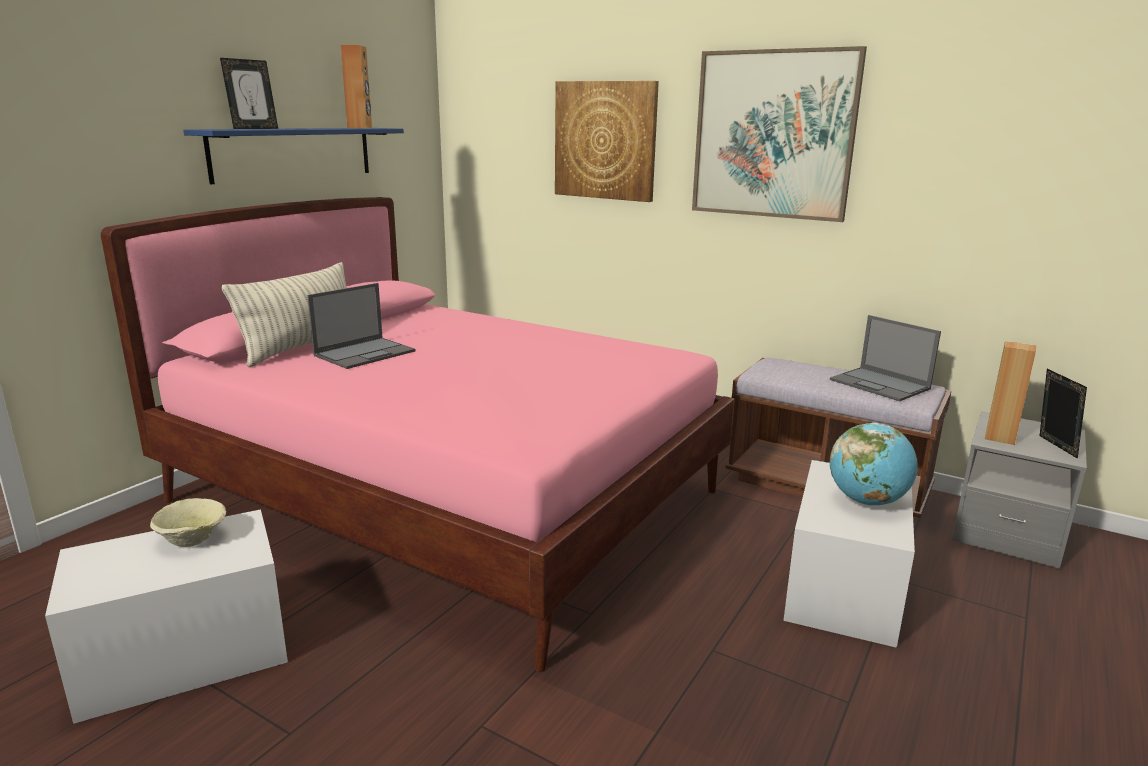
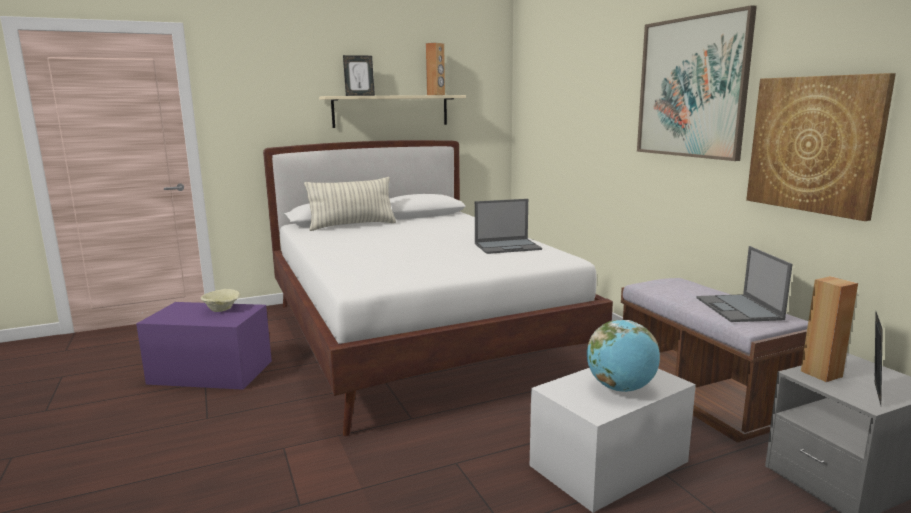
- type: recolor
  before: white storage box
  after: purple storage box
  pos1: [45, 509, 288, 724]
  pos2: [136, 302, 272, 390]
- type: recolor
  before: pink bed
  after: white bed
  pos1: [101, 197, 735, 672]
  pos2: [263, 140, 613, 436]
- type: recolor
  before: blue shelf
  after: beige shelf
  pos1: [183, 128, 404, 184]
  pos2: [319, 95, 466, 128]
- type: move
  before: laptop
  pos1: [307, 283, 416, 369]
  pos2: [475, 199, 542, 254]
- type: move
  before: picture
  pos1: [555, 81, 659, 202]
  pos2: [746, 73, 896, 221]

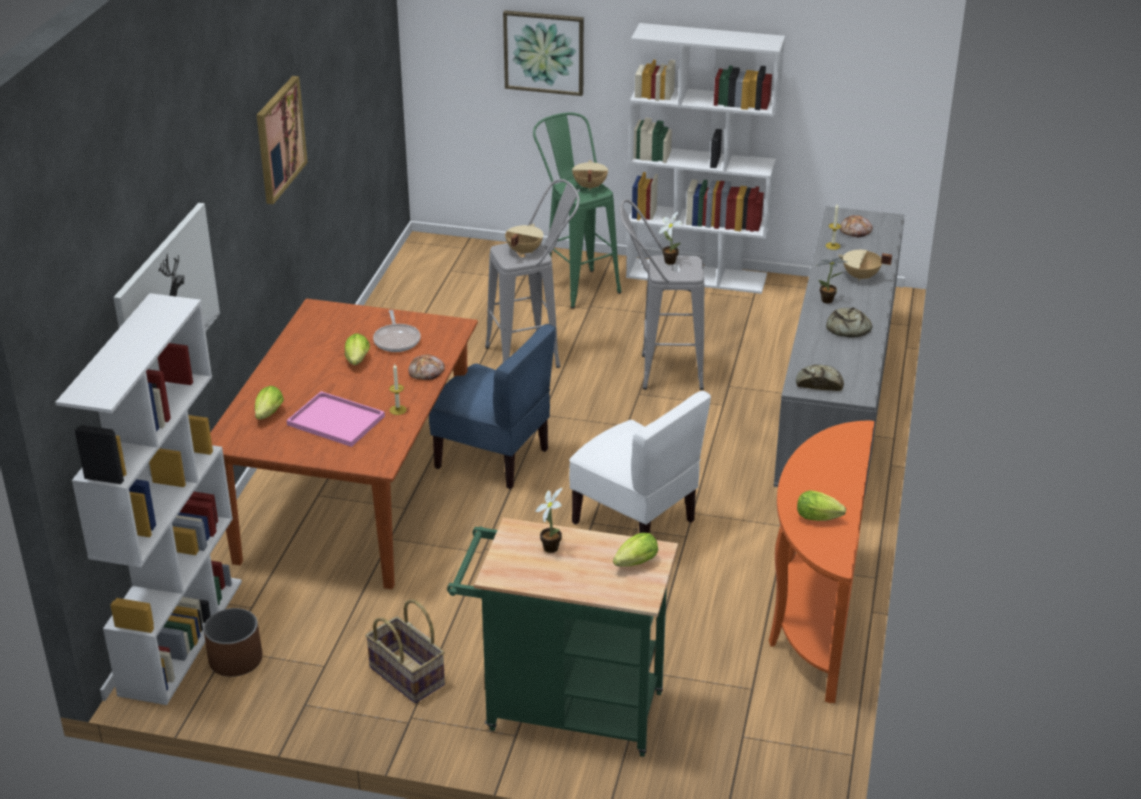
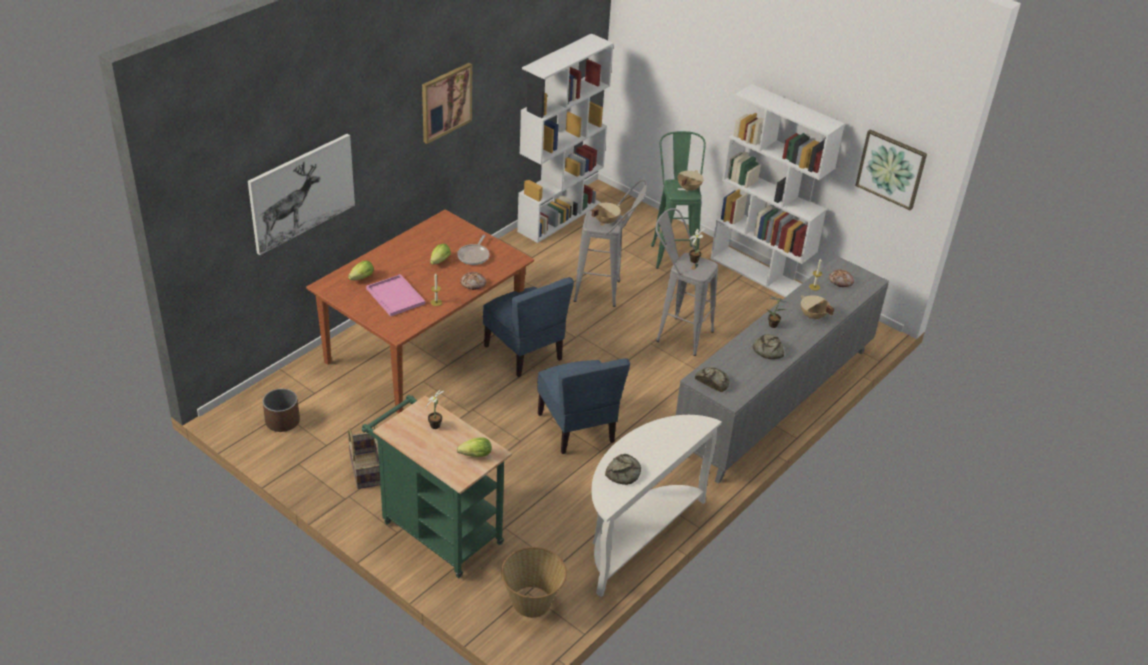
- type: move
  before: white bookcase
  pos1: [55, 293, 242, 705]
  pos2: [517, 33, 614, 243]
- type: move
  before: picture
  pos1: [503, 10, 584, 96]
  pos2: [855, 129, 927, 210]
- type: recolor
  before: white chair
  after: blue chair
  pos1: [569, 391, 711, 533]
  pos2: [537, 358, 630, 454]
- type: recolor
  before: orange console table
  after: white console table
  pos1: [769, 421, 875, 703]
  pos2: [591, 415, 722, 597]
- type: replace
  before: lettuce
  after: bread
  pos1: [797, 490, 846, 521]
  pos2: [605, 454, 641, 485]
- type: insert
  after: basket
  pos2: [501, 547, 567, 618]

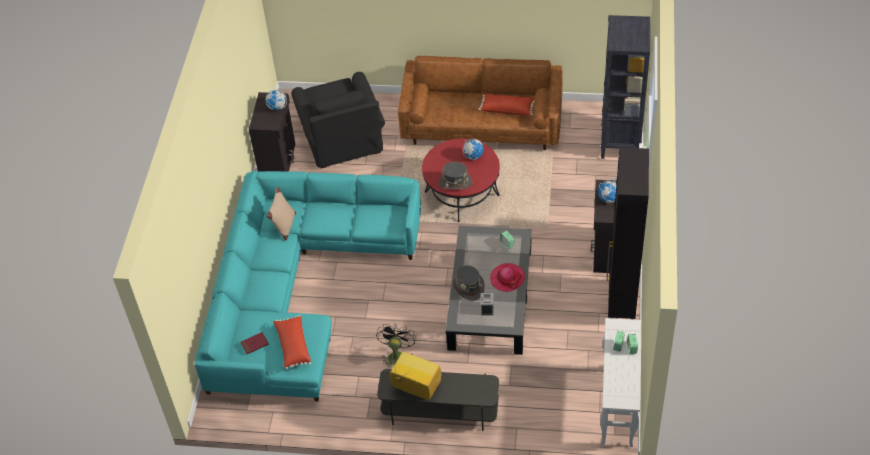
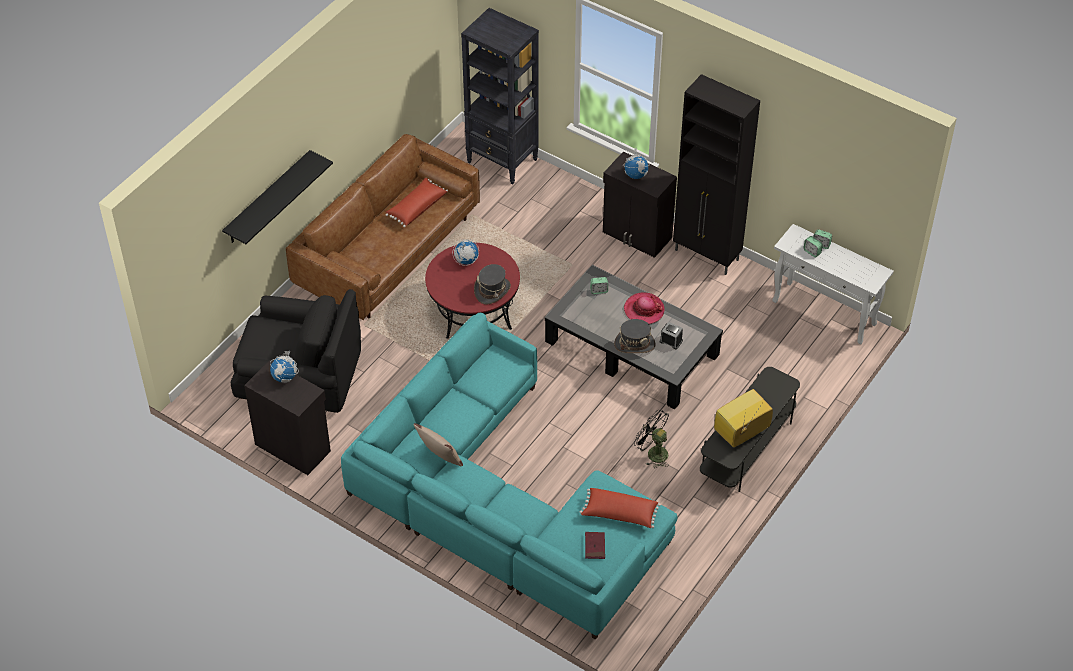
- type: insert
  after: black shelf
  pos2: [222, 150, 333, 244]

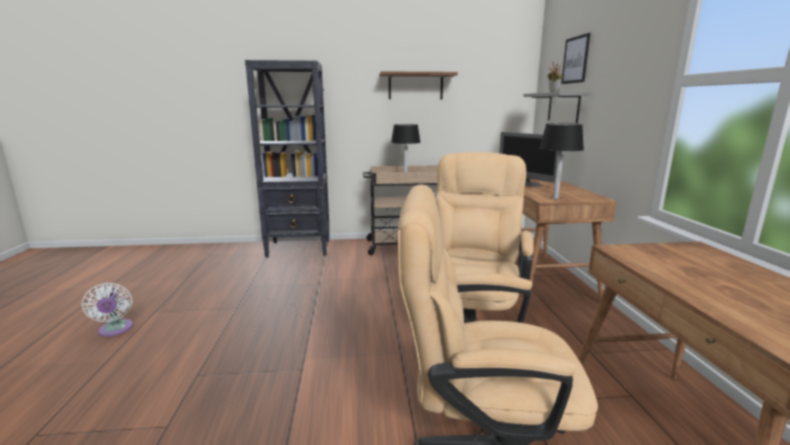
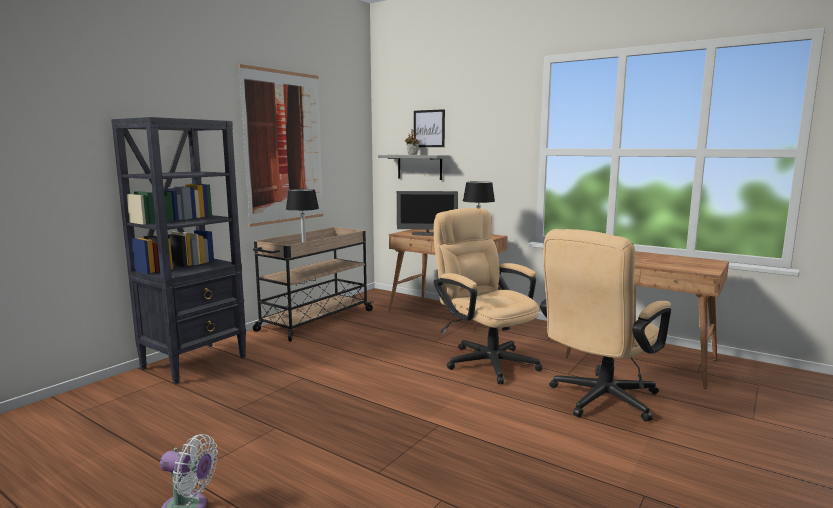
- type: replace
  before: brown shelf
  after: picture
  pos1: [379, 71, 458, 99]
  pos2: [239, 64, 323, 227]

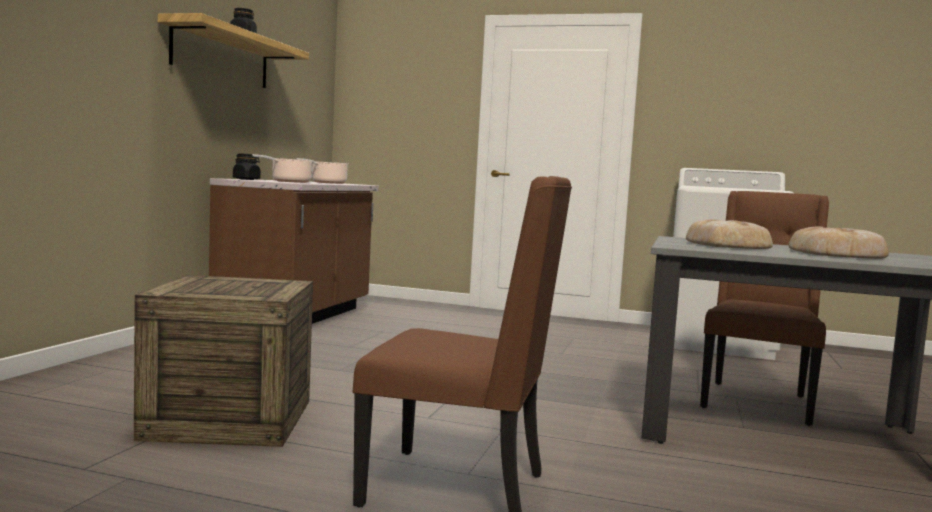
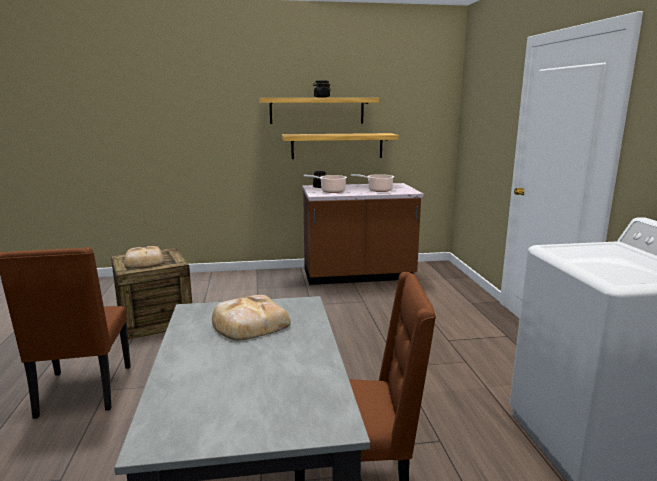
- type: move
  before: bread
  pos1: [788, 227, 889, 259]
  pos2: [124, 246, 164, 268]
- type: insert
  after: shelf
  pos2: [282, 133, 399, 159]

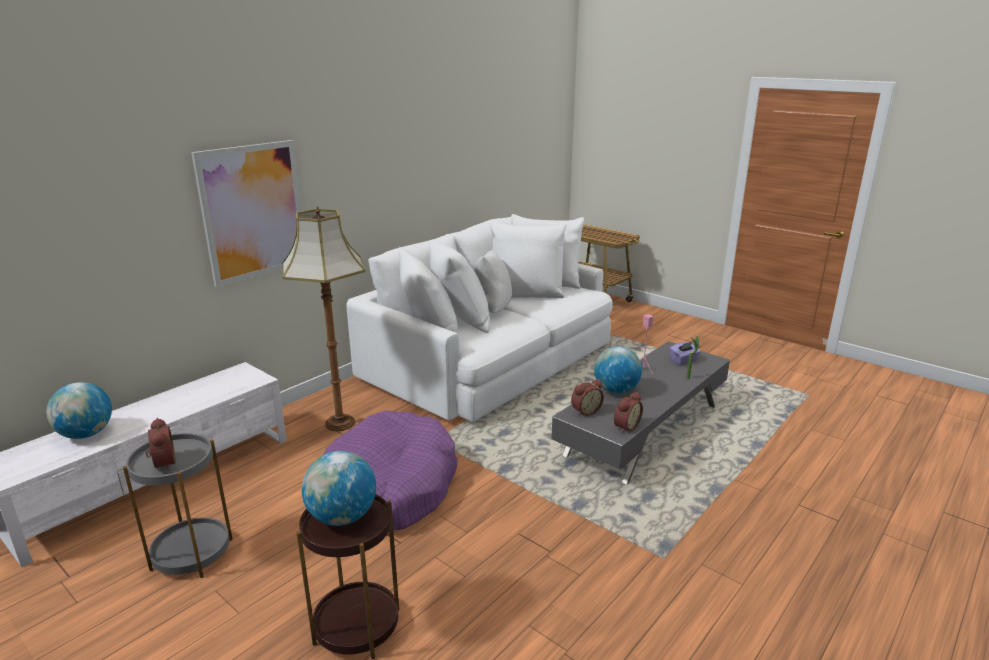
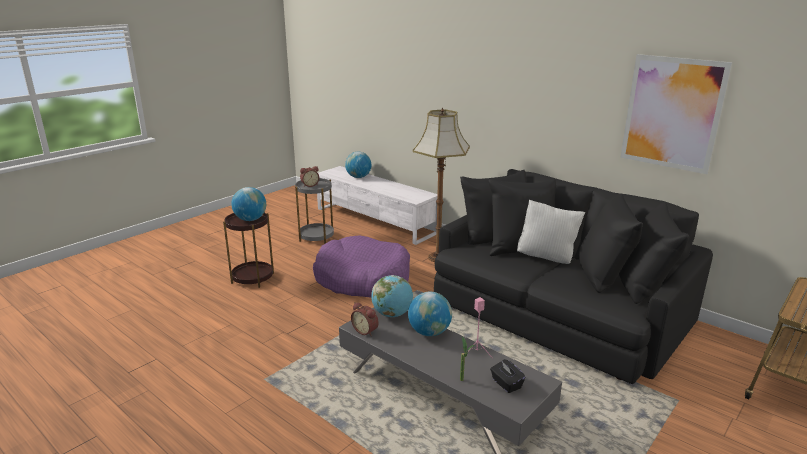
- type: move
  before: picture
  pos1: [191, 140, 301, 287]
  pos2: [620, 54, 732, 174]
- type: recolor
  before: white sofa
  after: black sofa
  pos1: [346, 214, 613, 422]
  pos2: [434, 169, 713, 384]
- type: replace
  before: alarm clock
  after: globe
  pos1: [571, 380, 604, 416]
  pos2: [371, 275, 413, 317]
- type: recolor
  before: purple tissue box
  after: black tissue box
  pos1: [669, 342, 701, 365]
  pos2: [490, 359, 526, 393]

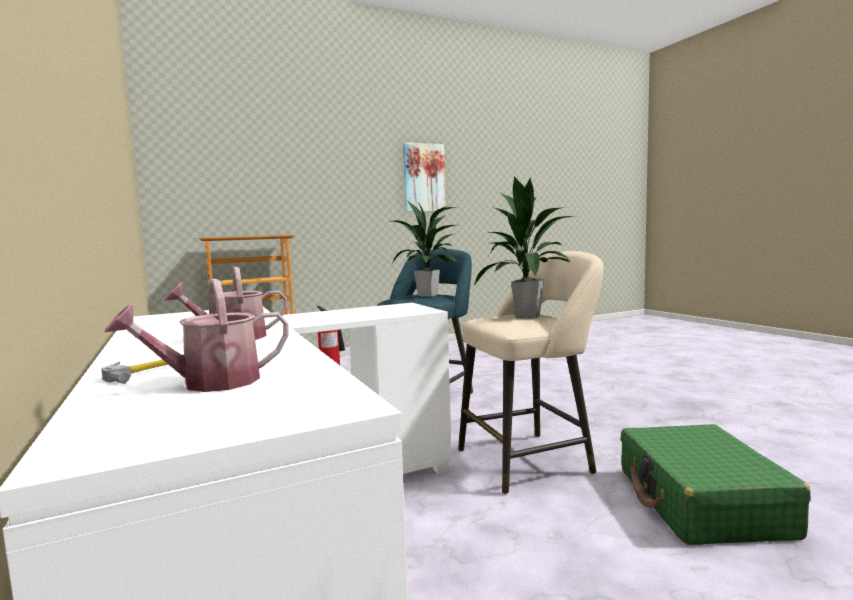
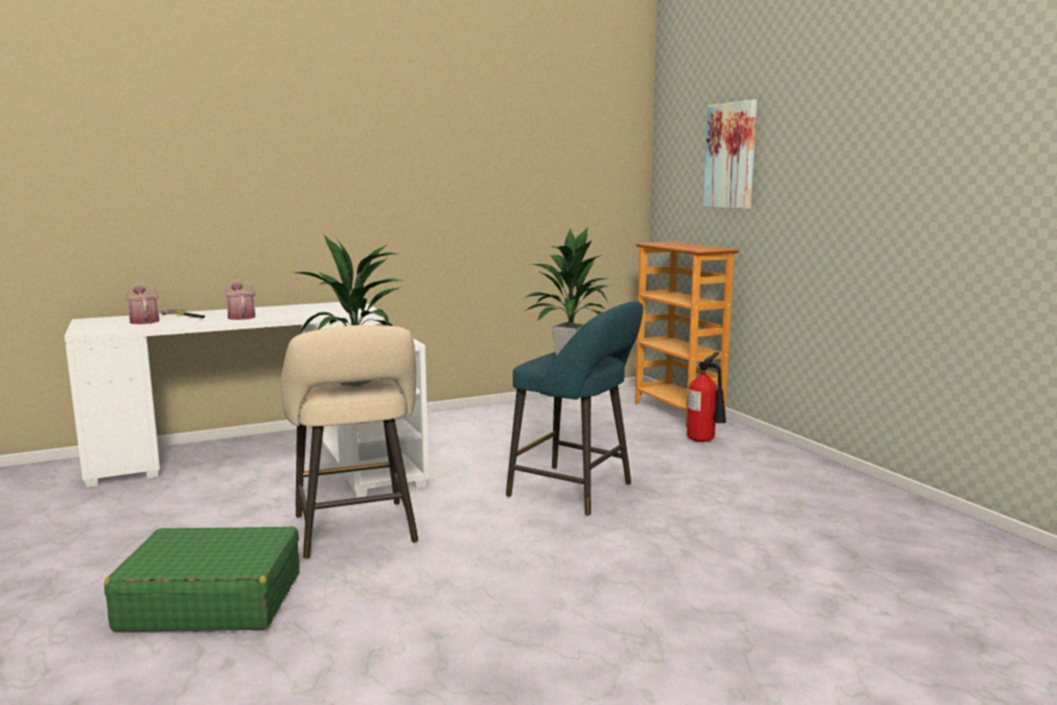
- type: move
  before: picture
  pos1: [403, 142, 446, 212]
  pos2: [703, 100, 757, 209]

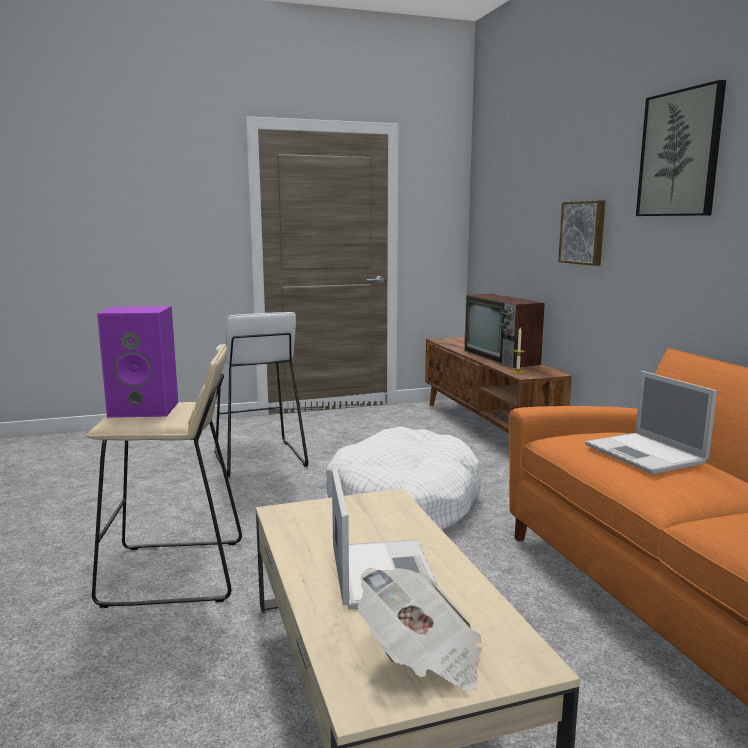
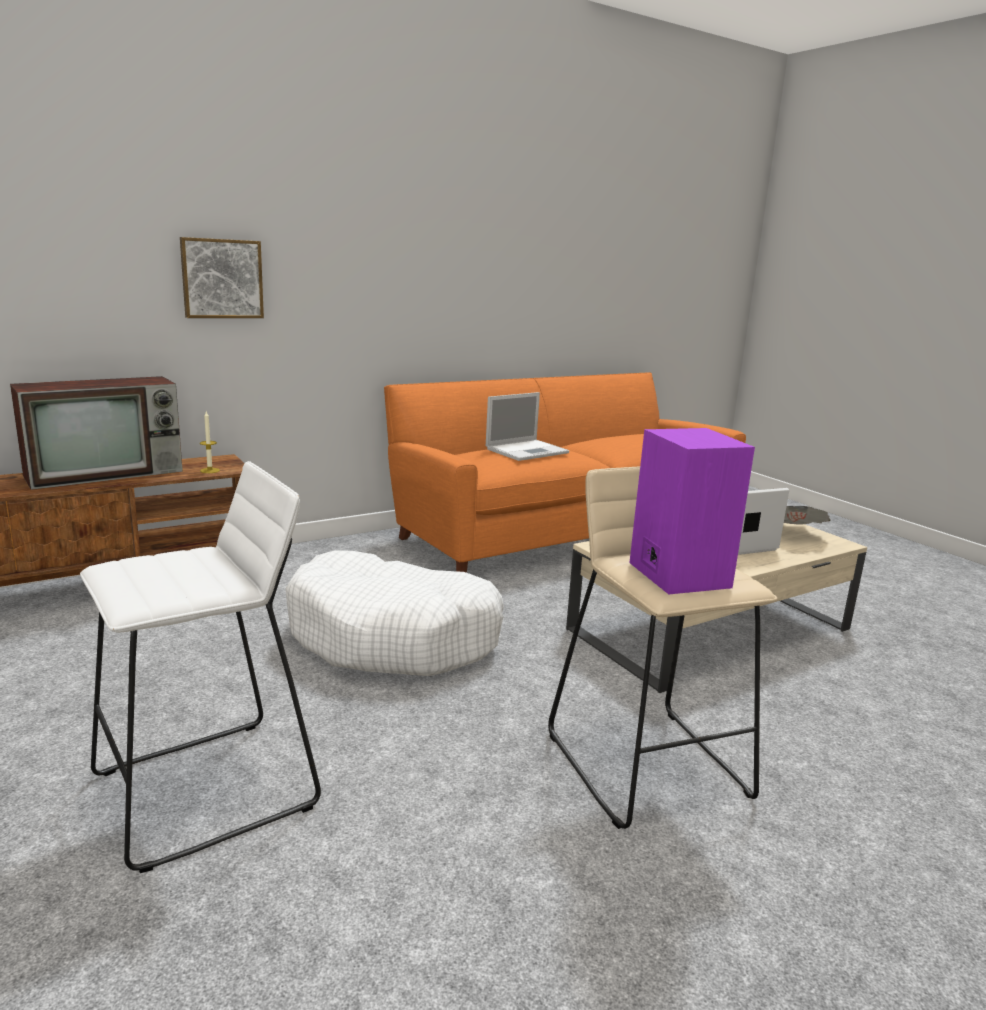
- type: delete
  before: picture
  pos1: [636, 80, 726, 216]

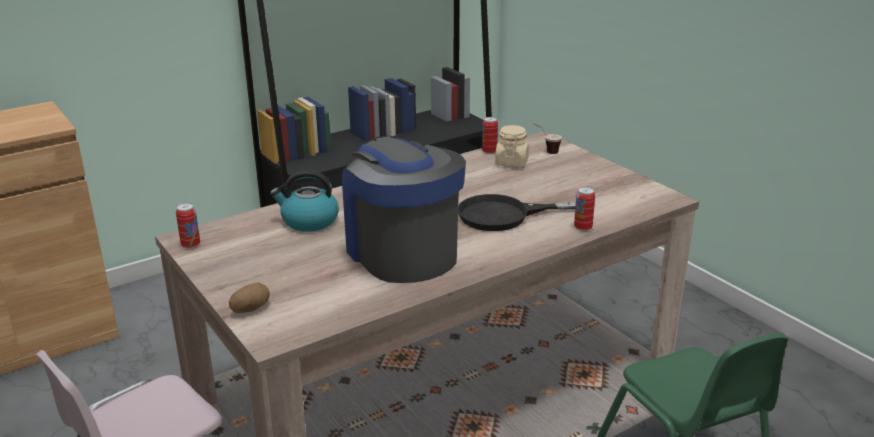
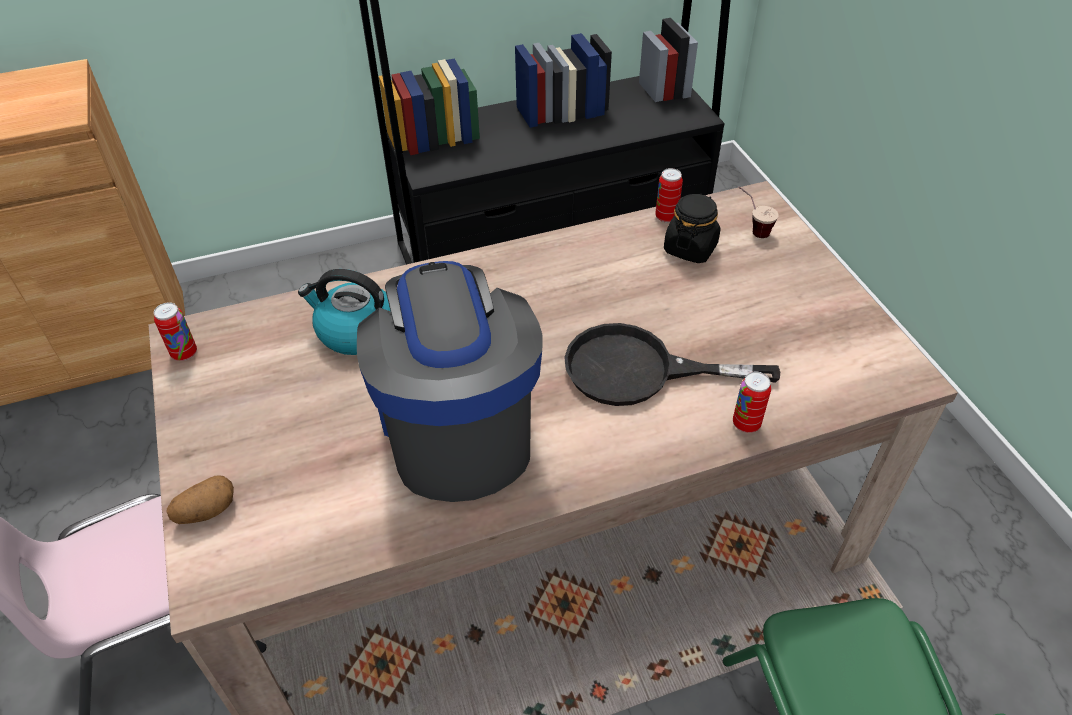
- type: recolor
  before: beige jar
  after: black jar
  pos1: [495, 125, 529, 167]
  pos2: [664, 194, 721, 263]

